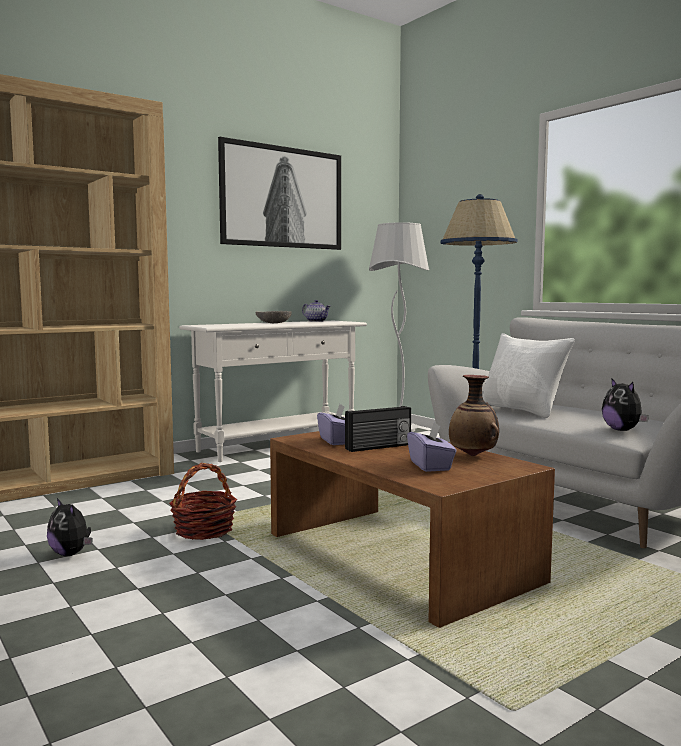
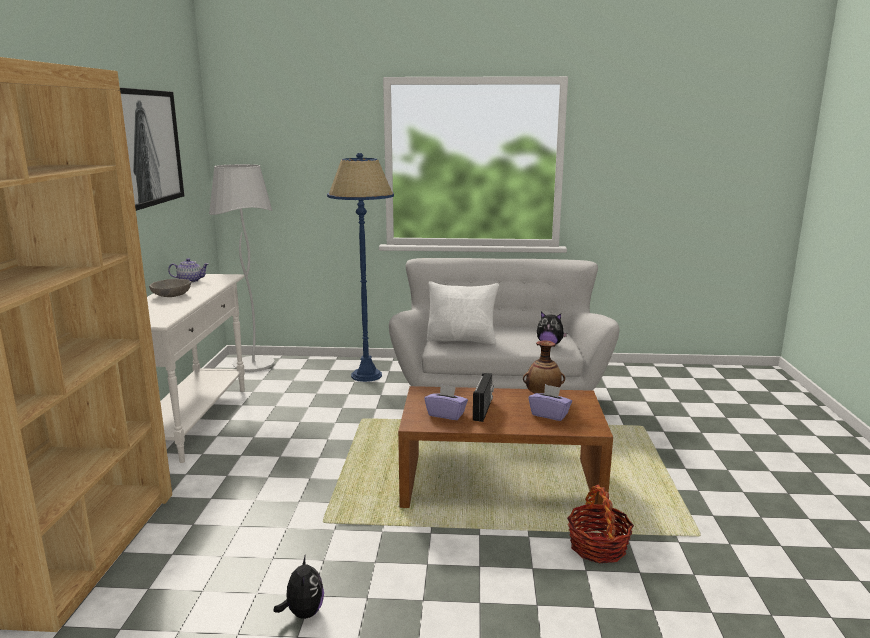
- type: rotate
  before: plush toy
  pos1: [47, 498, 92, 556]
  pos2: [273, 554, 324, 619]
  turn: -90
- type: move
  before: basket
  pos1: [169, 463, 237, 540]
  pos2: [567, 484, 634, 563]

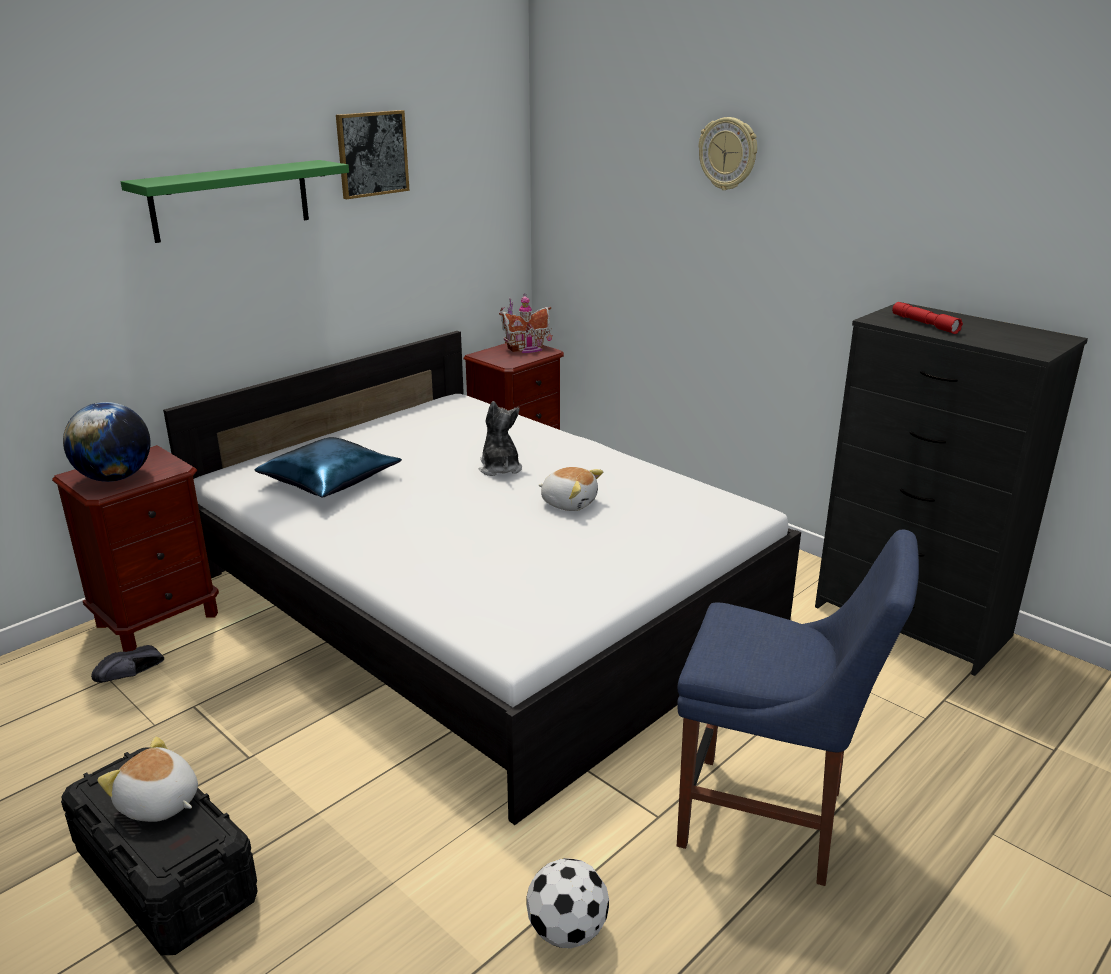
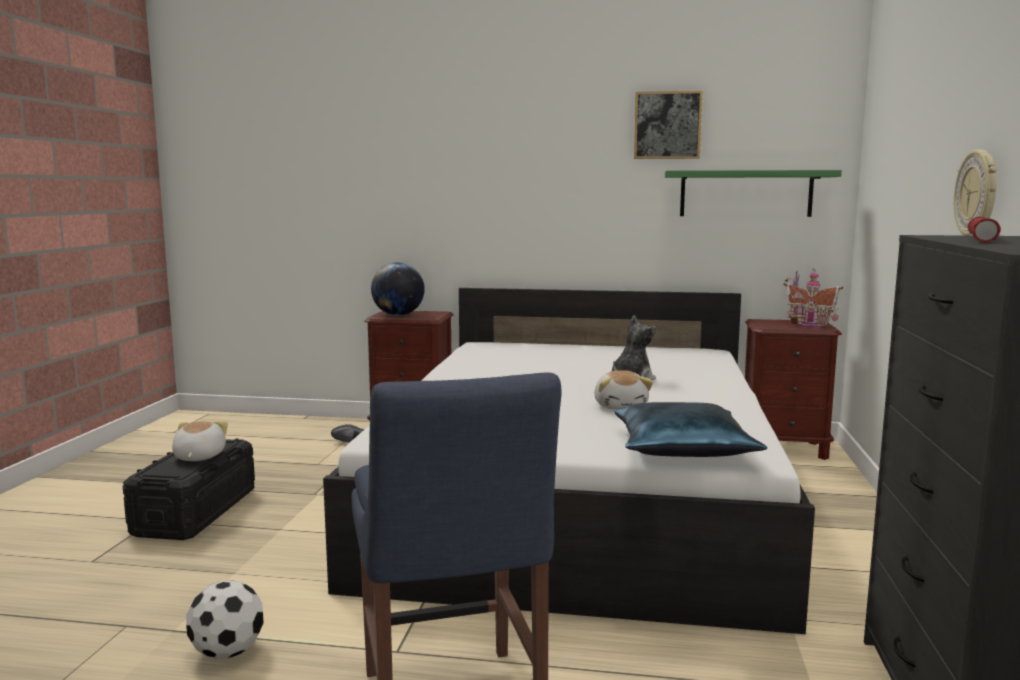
- type: move
  before: green shelf
  pos1: [121, 160, 349, 243]
  pos2: [665, 170, 842, 217]
- type: move
  before: blue pillow
  pos1: [255, 437, 402, 497]
  pos2: [615, 402, 767, 457]
- type: move
  before: wall clock
  pos1: [699, 117, 757, 190]
  pos2: [954, 150, 997, 236]

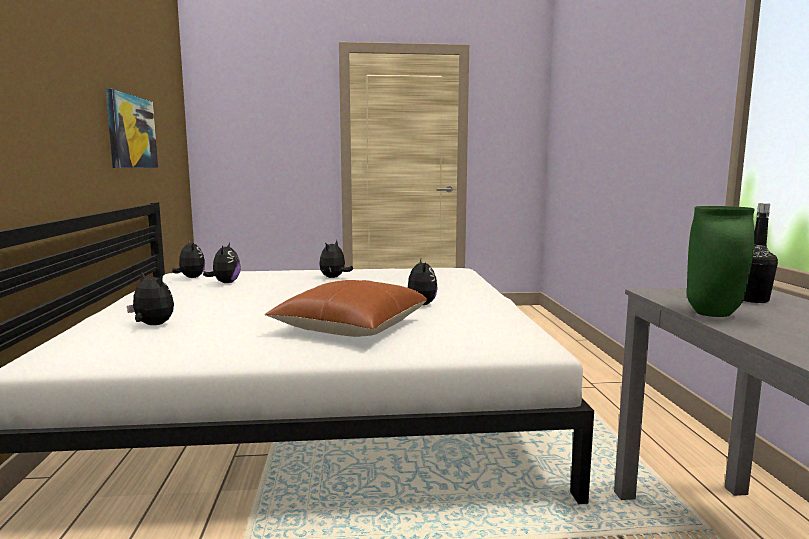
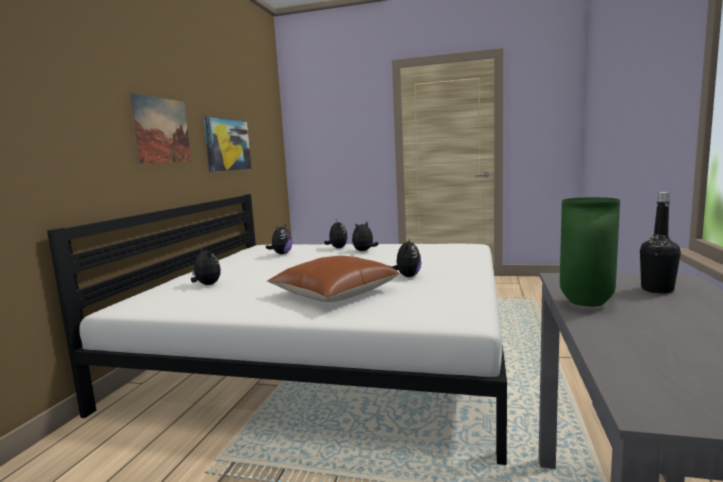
- type: move
  before: plush toy
  pos1: [172, 239, 205, 278]
  pos2: [324, 220, 348, 248]
- type: insert
  after: picture
  pos2: [129, 93, 192, 163]

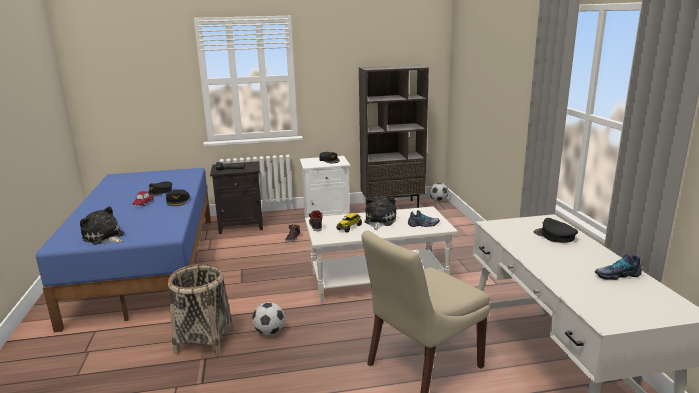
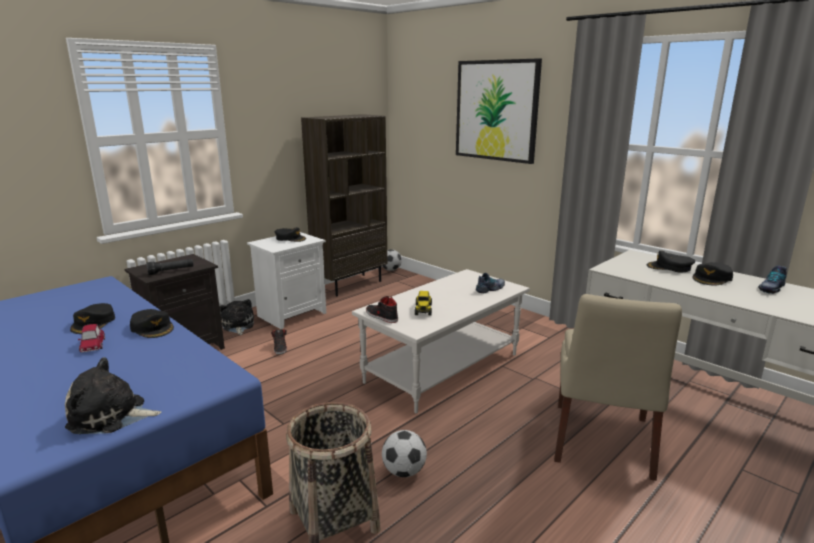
- type: move
  before: plush toy
  pos1: [364, 196, 396, 230]
  pos2: [220, 299, 254, 335]
- type: insert
  after: picture
  pos2: [456, 58, 542, 164]
- type: insert
  after: black cap
  pos2: [693, 262, 733, 286]

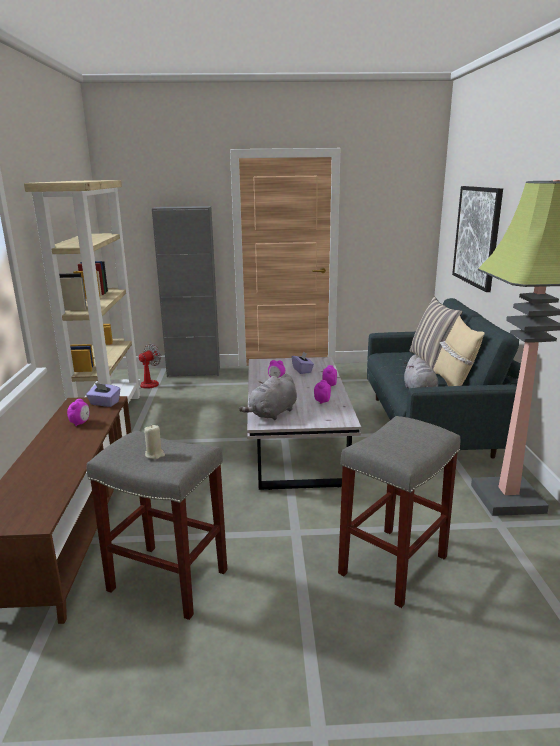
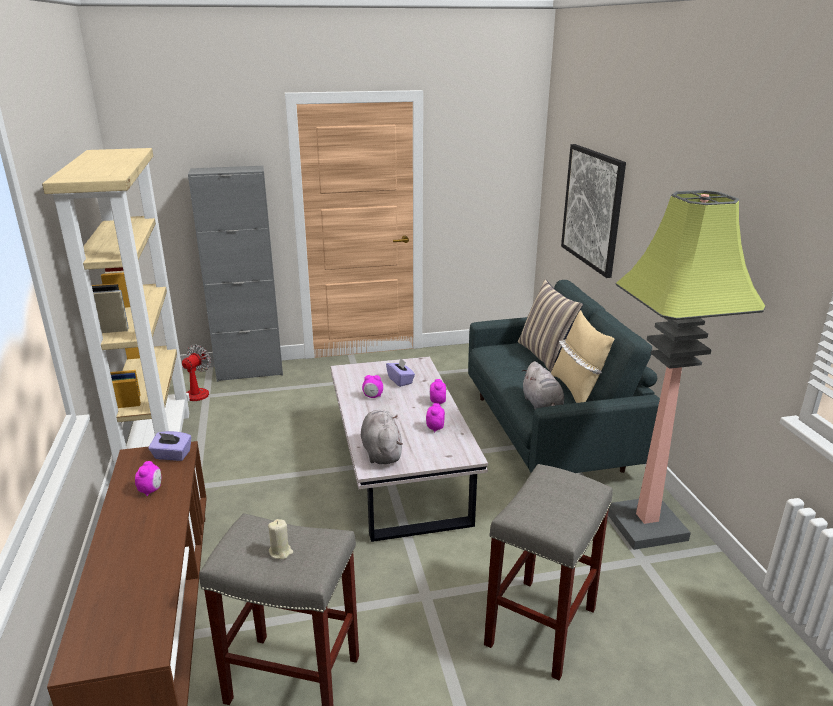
- type: rotate
  before: grey plush toy
  pos1: [239, 374, 297, 420]
  pos2: [361, 410, 403, 464]
  turn: 135

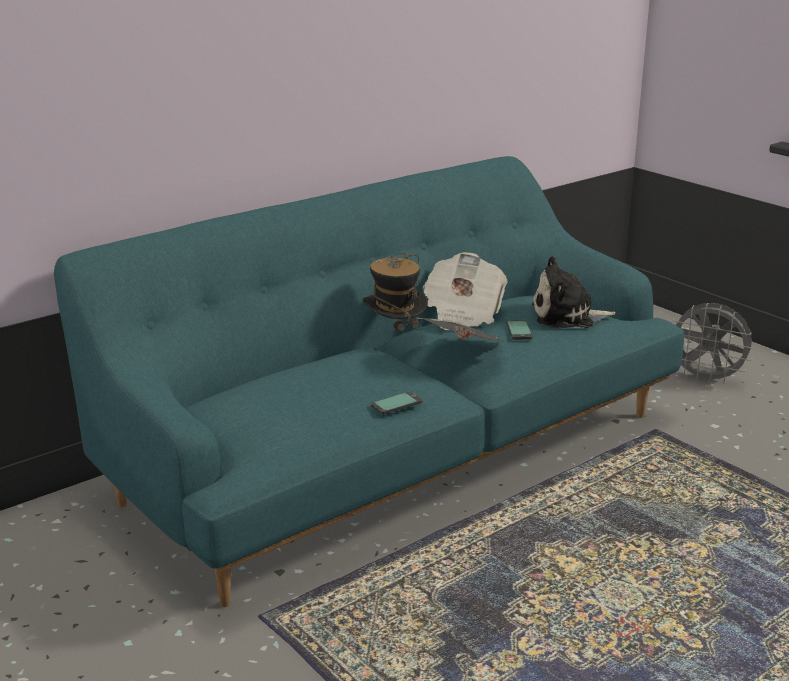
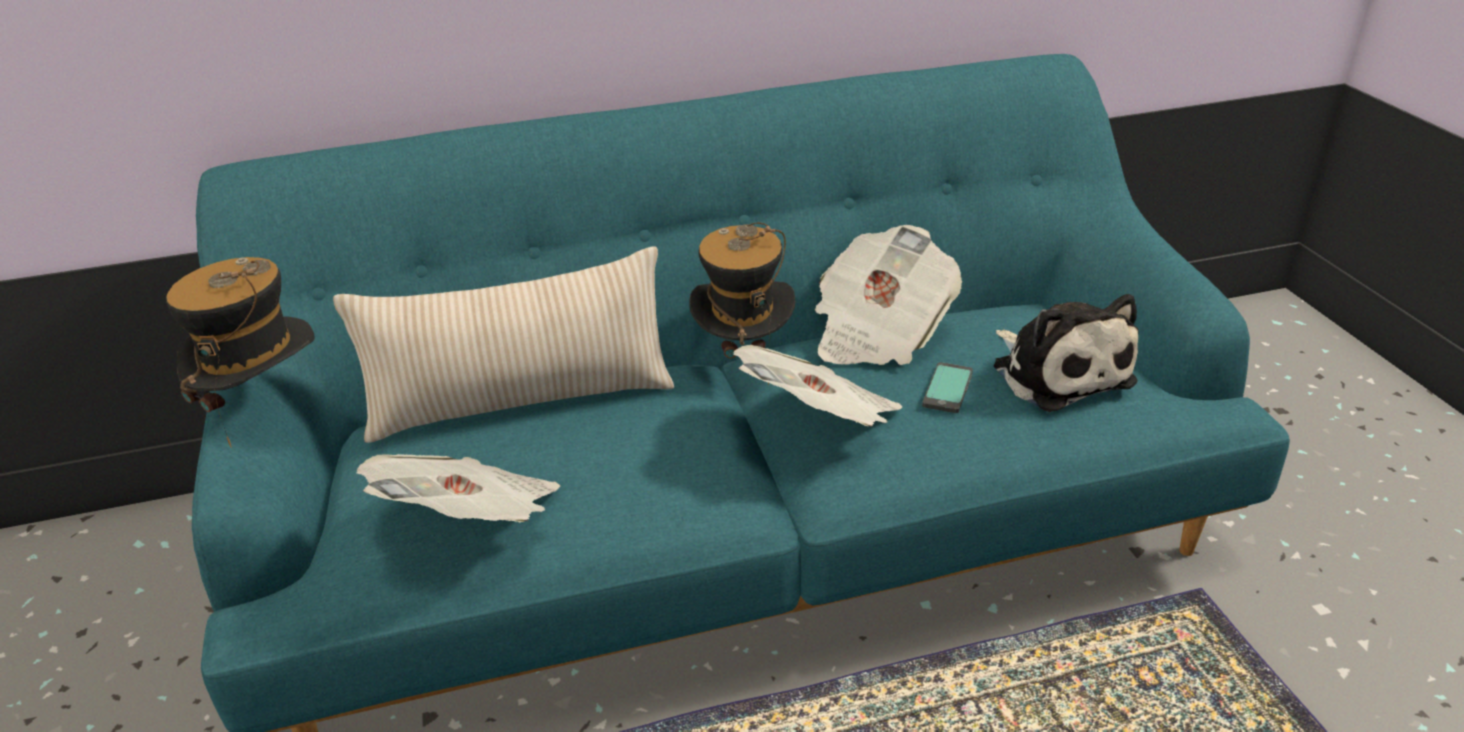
- type: delete
  before: phone
  pos1: [371, 392, 423, 415]
- type: rotate
  before: plush toy
  pos1: [532, 256, 616, 328]
  pos2: [994, 294, 1139, 412]
  turn: -135
- type: delete
  before: grey fan
  pos1: [673, 303, 754, 385]
- type: insert
  after: hat
  pos2: [167, 257, 314, 447]
- type: insert
  after: beige pillow
  pos2: [333, 246, 674, 443]
- type: insert
  after: newspaper
  pos2: [357, 454, 560, 522]

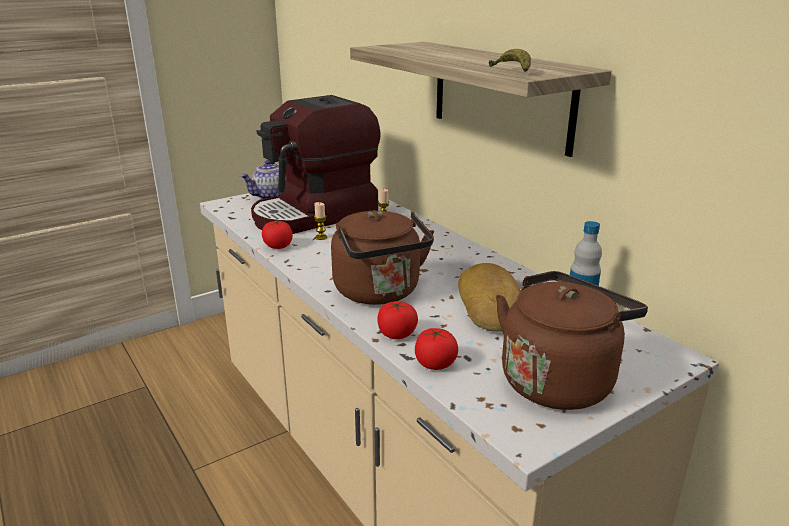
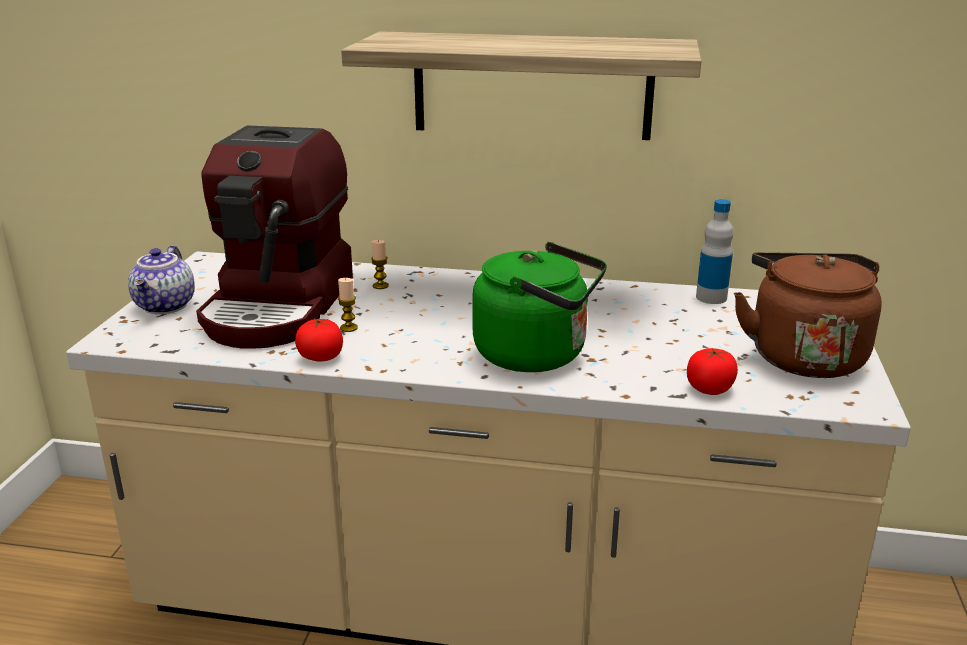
- type: recolor
  before: brown kettle
  after: green kettle
  pos1: [331, 210, 434, 305]
  pos2: [472, 242, 607, 372]
- type: delete
  before: tomato
  pos1: [377, 301, 418, 339]
- type: delete
  before: bread
  pos1: [458, 263, 521, 332]
- type: delete
  before: banana
  pos1: [489, 49, 531, 72]

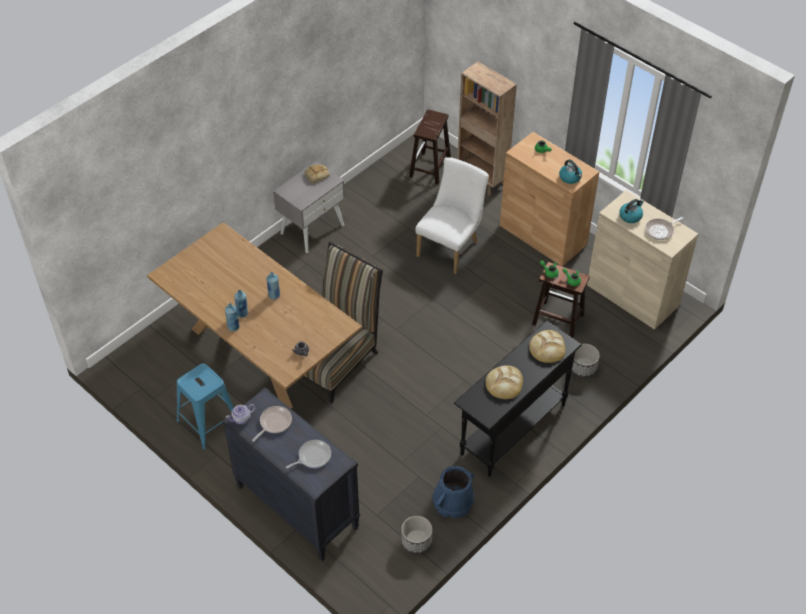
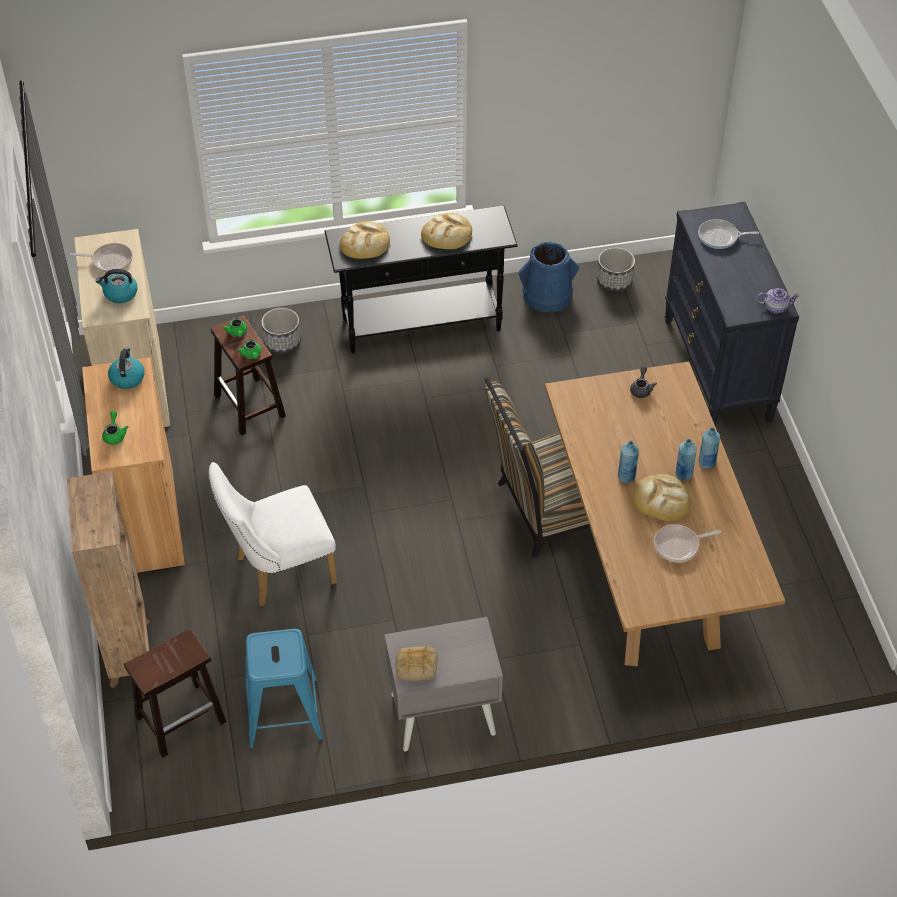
- type: move
  before: blue stool
  pos1: [176, 363, 234, 450]
  pos2: [245, 629, 323, 748]
- type: move
  before: frying pan
  pos1: [252, 406, 292, 441]
  pos2: [654, 525, 721, 562]
- type: insert
  after: bread
  pos2: [633, 474, 691, 521]

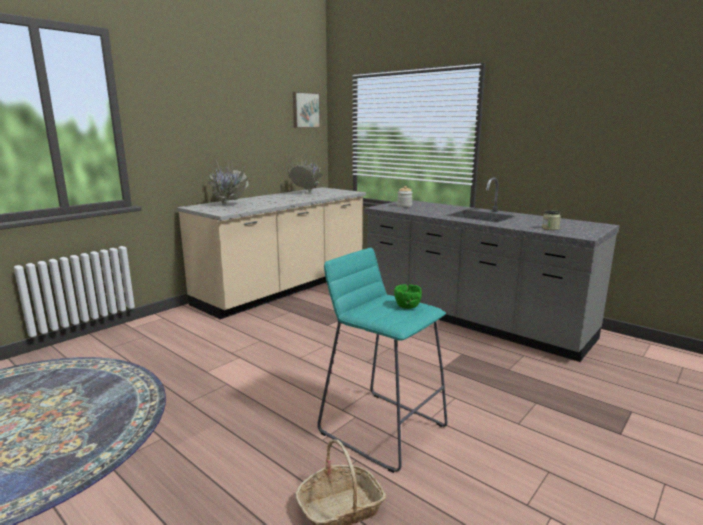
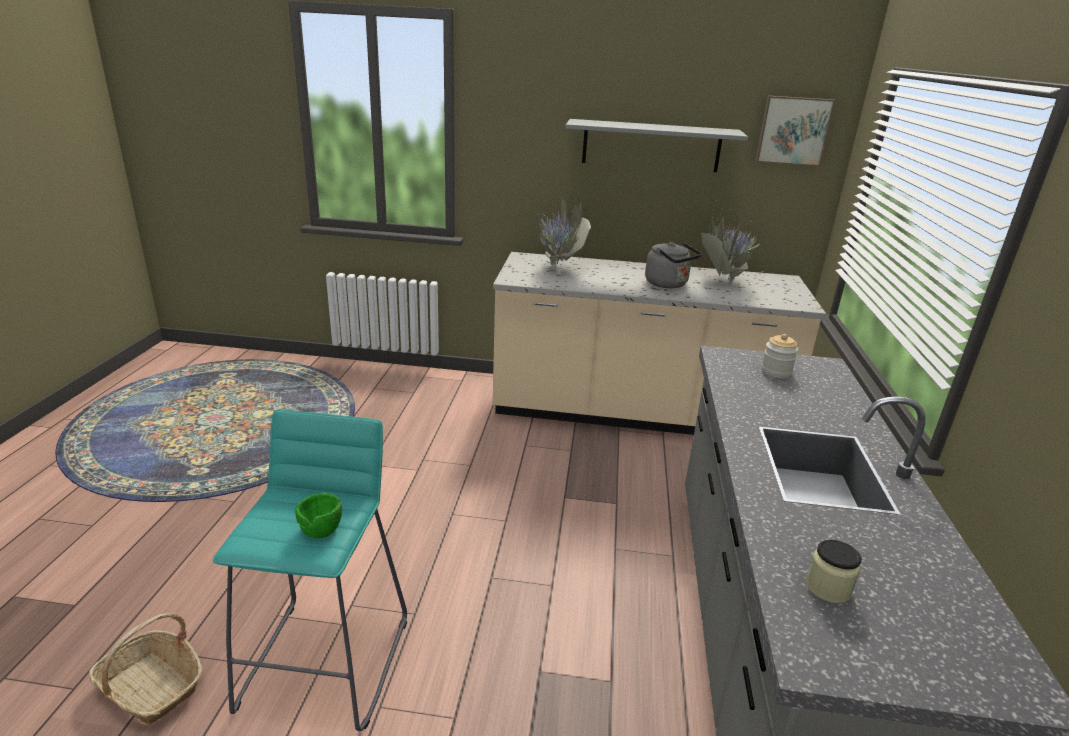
- type: insert
  after: grey shelf
  pos2: [565, 119, 748, 172]
- type: insert
  after: grey kettle
  pos2: [645, 242, 702, 288]

